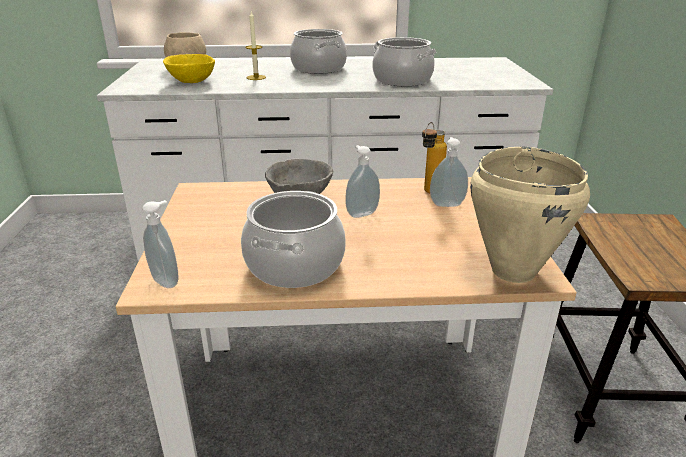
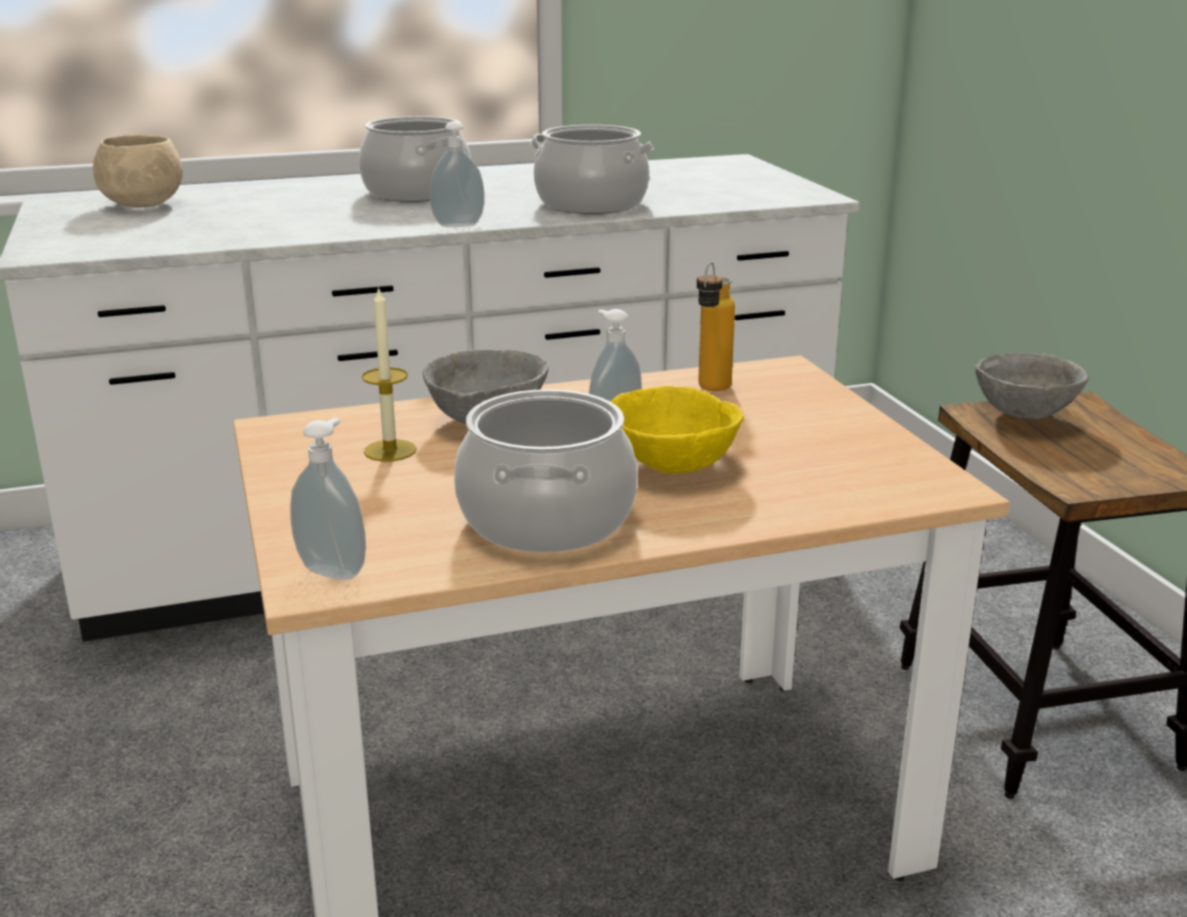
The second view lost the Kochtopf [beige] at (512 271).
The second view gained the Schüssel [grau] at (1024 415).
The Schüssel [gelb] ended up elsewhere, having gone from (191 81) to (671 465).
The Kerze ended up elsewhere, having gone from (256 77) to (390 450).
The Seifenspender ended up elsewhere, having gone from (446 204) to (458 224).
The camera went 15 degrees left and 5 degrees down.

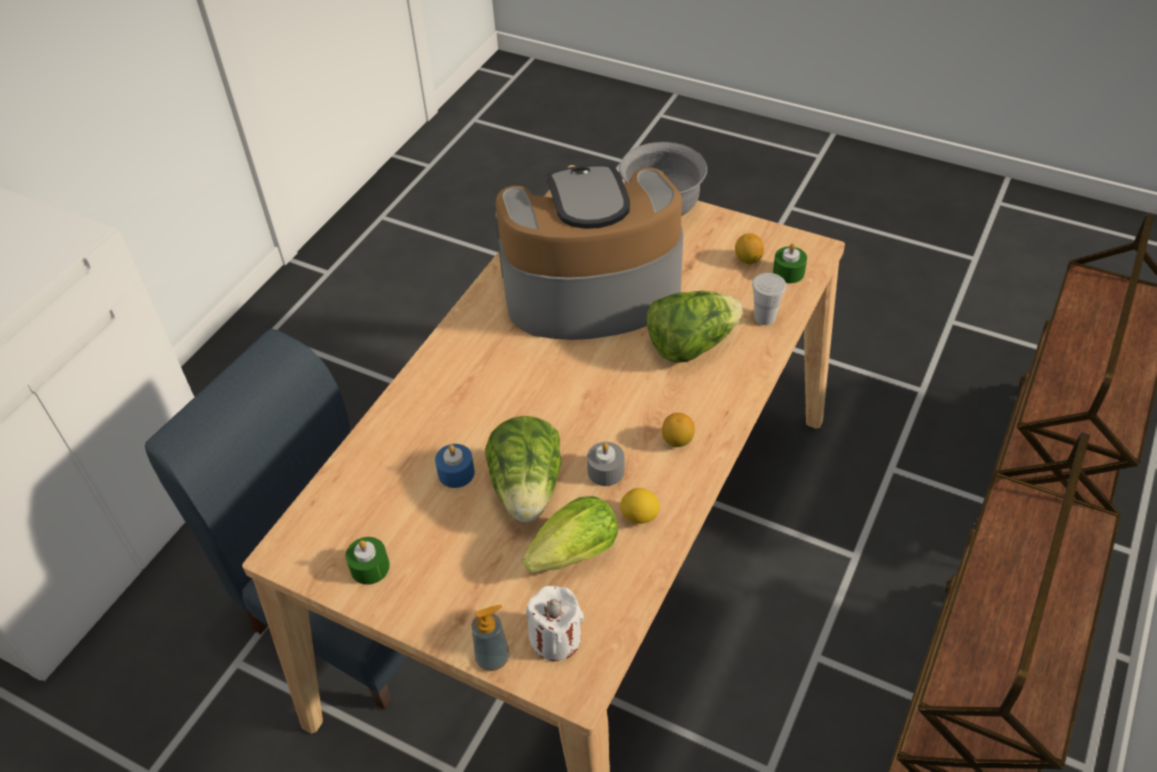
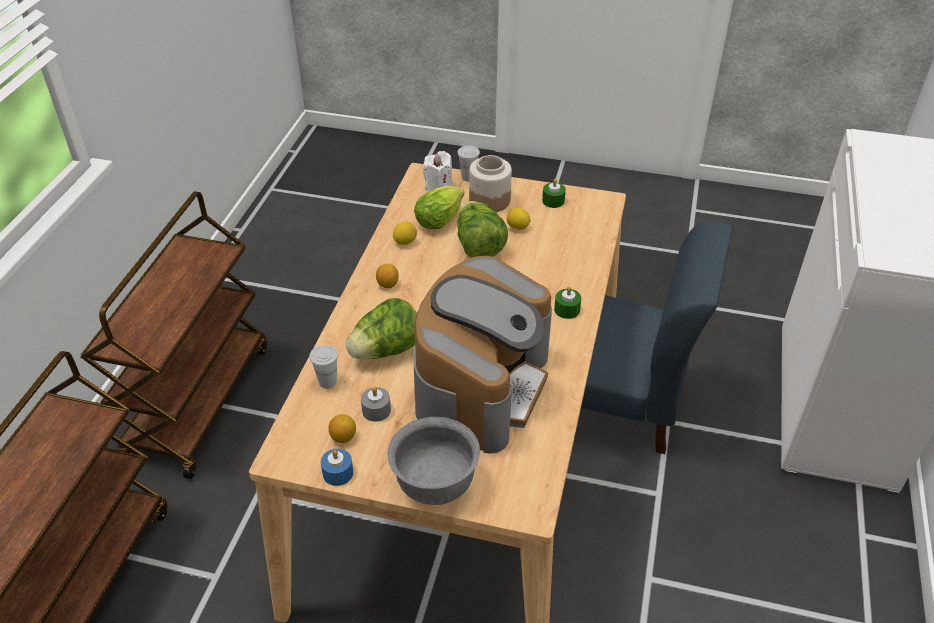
The second view gained the Vorratsglas at (489 200).
The second view gained the Zitrone at (517 227).
The Kerze [blau] ended up elsewhere, having gone from (456 473) to (338 473).
The Kerze [grau] ended up elsewhere, having gone from (606 471) to (376 410).
The Kerze [grün] ended up elsewhere, having gone from (788 272) to (567 310).
Where the Seifenspender stood at (492 658), the Tasse [weiß] came to stand at (468 177).
The Kaffeemaschine at (590 290) ended up facing another way, 45 degrees counterclockwise from before.
The camera went 165 degrees right and 5 degrees down.

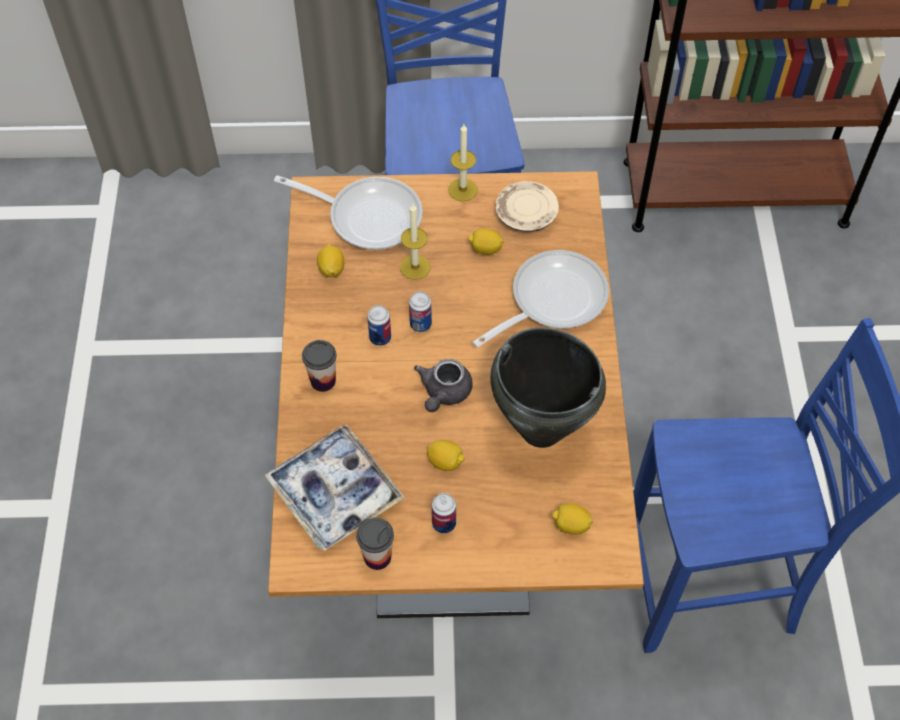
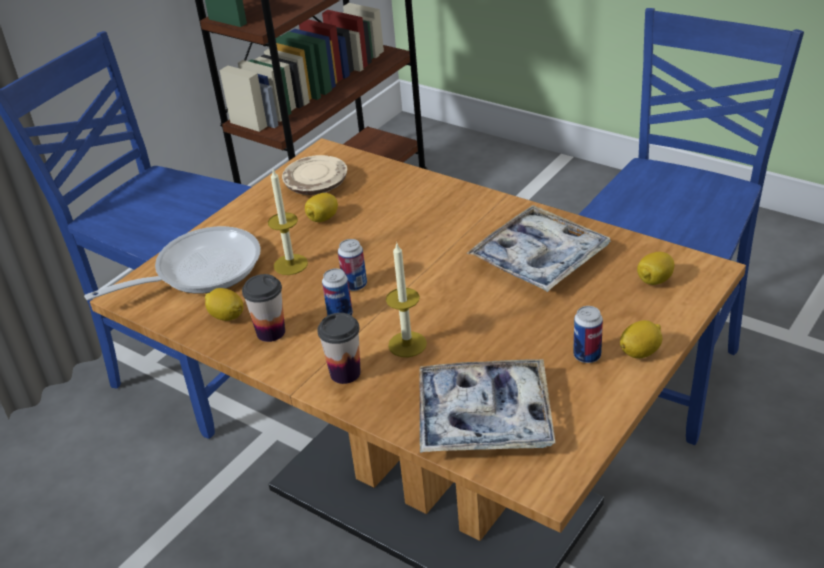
The second view lost the Teekanne [grau] at (443 393).
The second view lost the Pfanne at (551 300).
The Tasse ended up elsewhere, having gone from (377 557) to (271 332).
The Zitrone ended up elsewhere, having gone from (445 462) to (640 352).
The Kerze ended up elsewhere, having gone from (463 190) to (407 344).
Where the Kochtopf [schwarz] stood at (541 428), the Tablett came to stand at (539 259).
The camera went 50 degrees left and 20 degrees down.

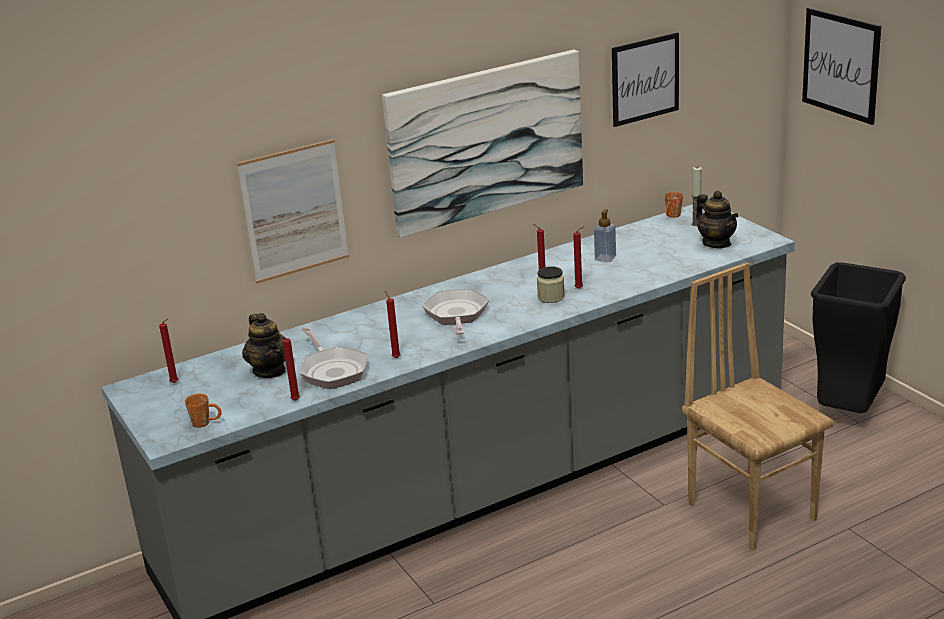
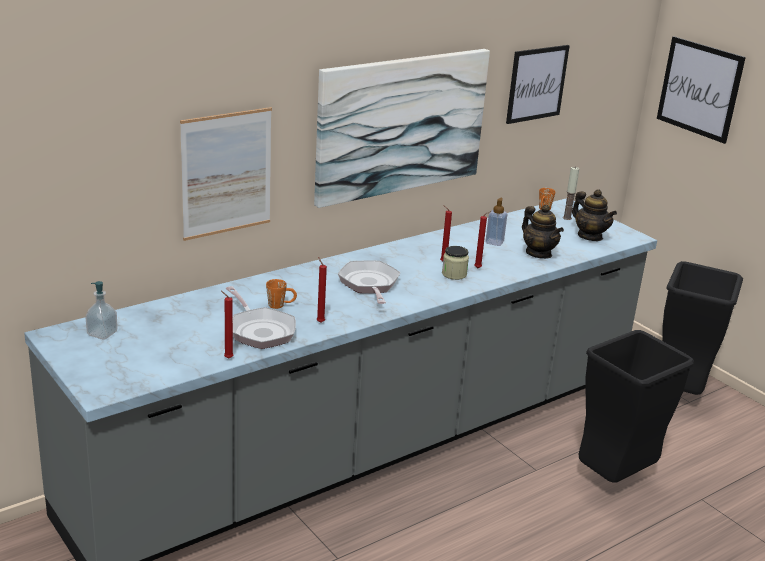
The Henkelbecher [orange] ended up elsewhere, having gone from (206 423) to (281 305).
The Teekanne ended up elsewhere, having gone from (270 371) to (538 253).
Where the Kerze [rot] stood at (175 383), the Seifenspender came to stand at (102 333).
Where the Stuhl [braun] stood at (752 510), the Mülleimer [schwarz] came to stand at (615 478).
The camera went 10 degrees left and 0 degrees up.

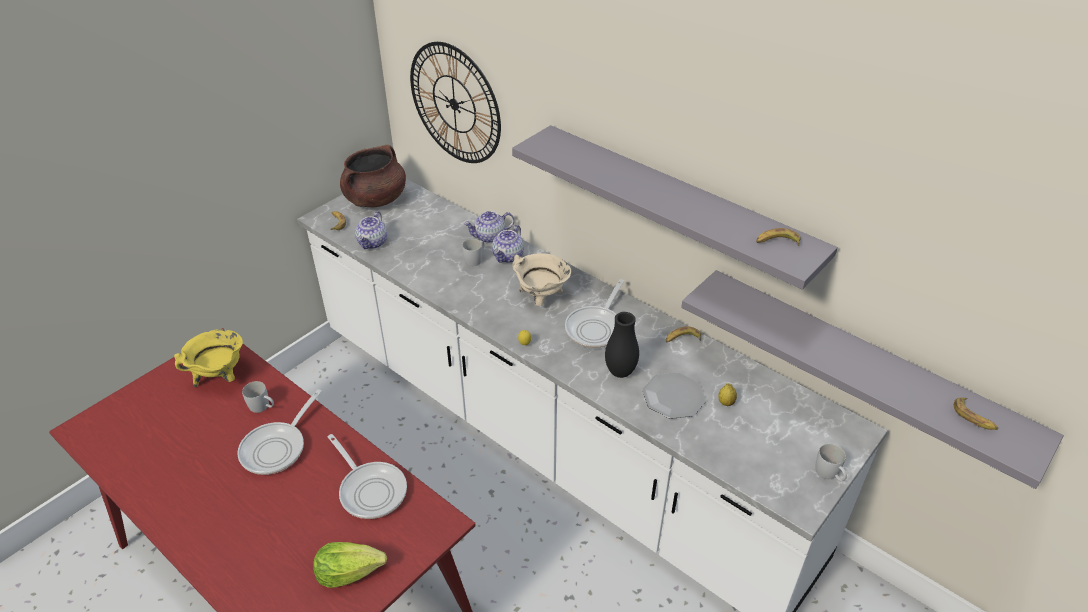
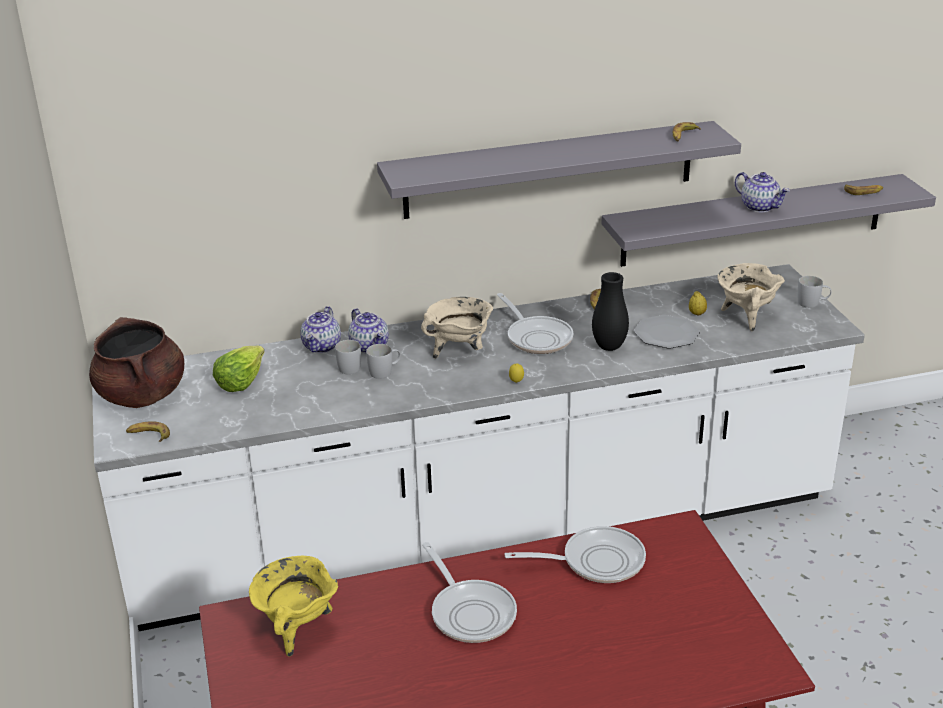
The second view lost the Wanduhr at (454 104).
The second view gained the Kochtopf [beige] at (746 317).
The Henkelbecher [weiß] ended up elsewhere, having gone from (263 407) to (385 371).
The Salatkopf ended up elsewhere, having gone from (349 572) to (240 381).
The Teekanne ended up elsewhere, having gone from (373 243) to (760 207).
The camera went 55 degrees left and 10 degrees down.

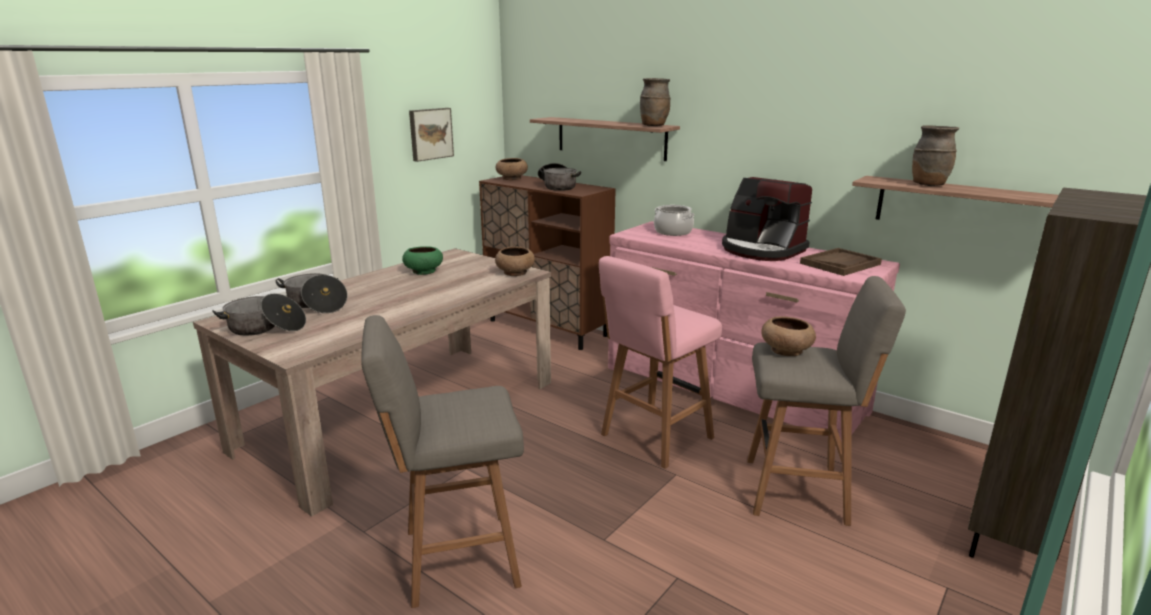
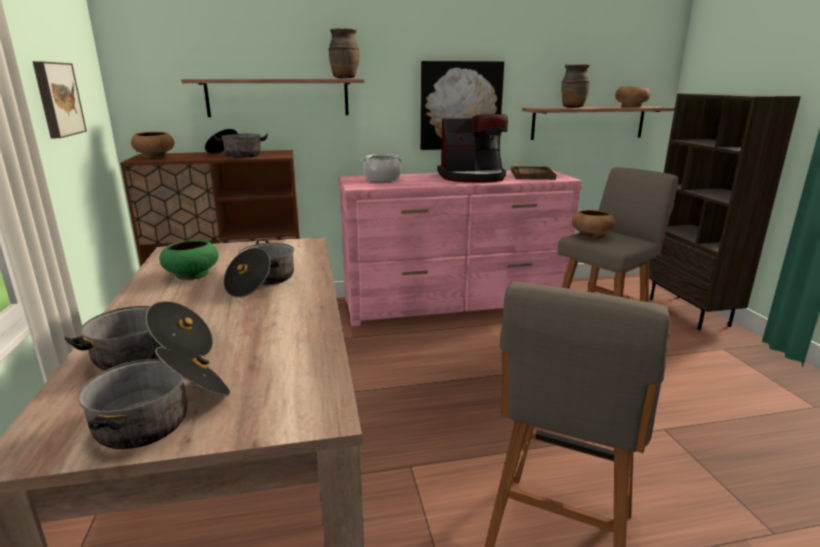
The second view lost the Hocker [rosa] at (654 438).
The second view gained the Kochtopf at (261 282).
The second view gained the Bild at (460 106).
The Schüssel [braun] ended up elsewhere, having gone from (515 273) to (631 107).
The camera went 50 degrees left and 0 degrees up.

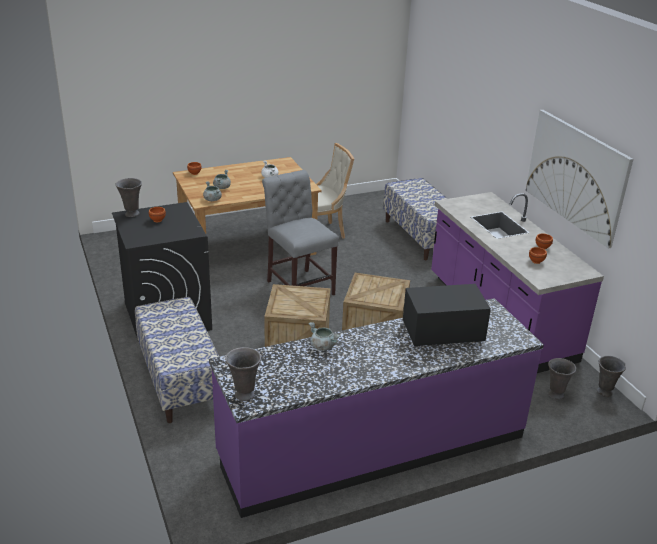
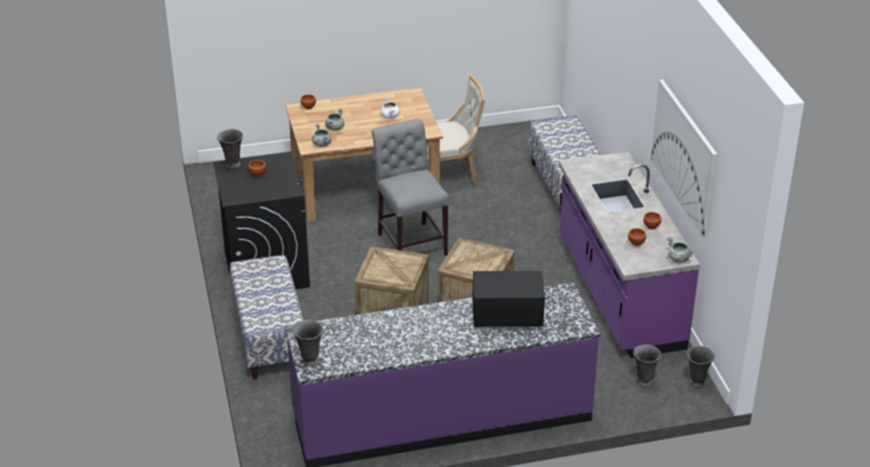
The Kochtopf [grau] ended up elsewhere, having gone from (322 346) to (678 259).
The camera went 10 degrees right and 5 degrees up.

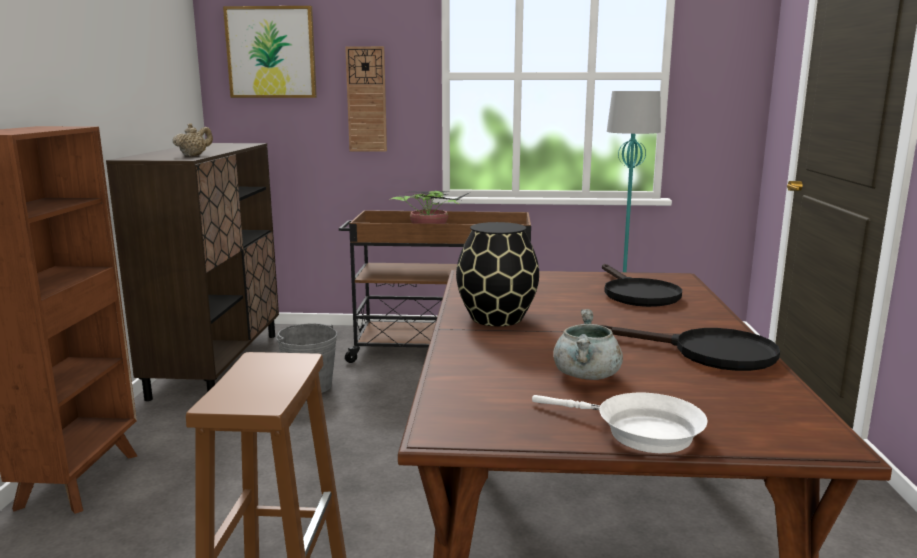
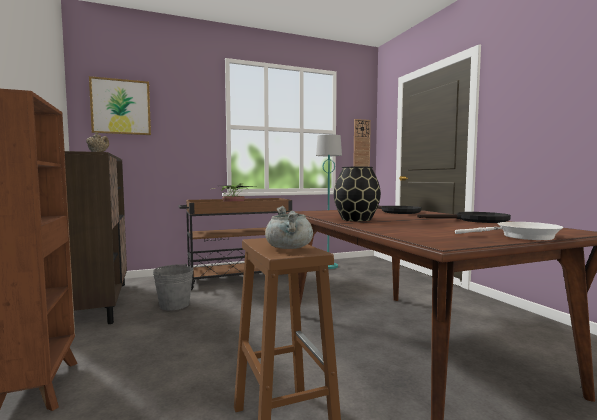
The Wanduhr ended up elsewhere, having gone from (366 99) to (361 144).
The Kochtopf [grau] ended up elsewhere, having gone from (586 376) to (289 248).
The camera went 25 degrees left and 10 degrees down.

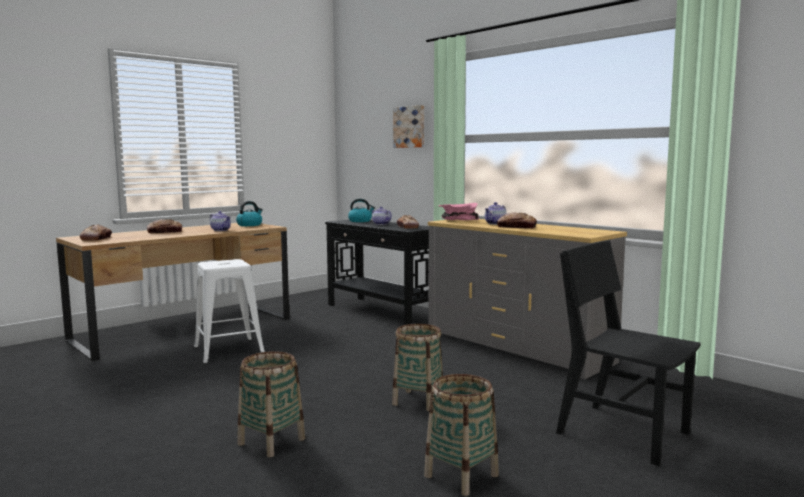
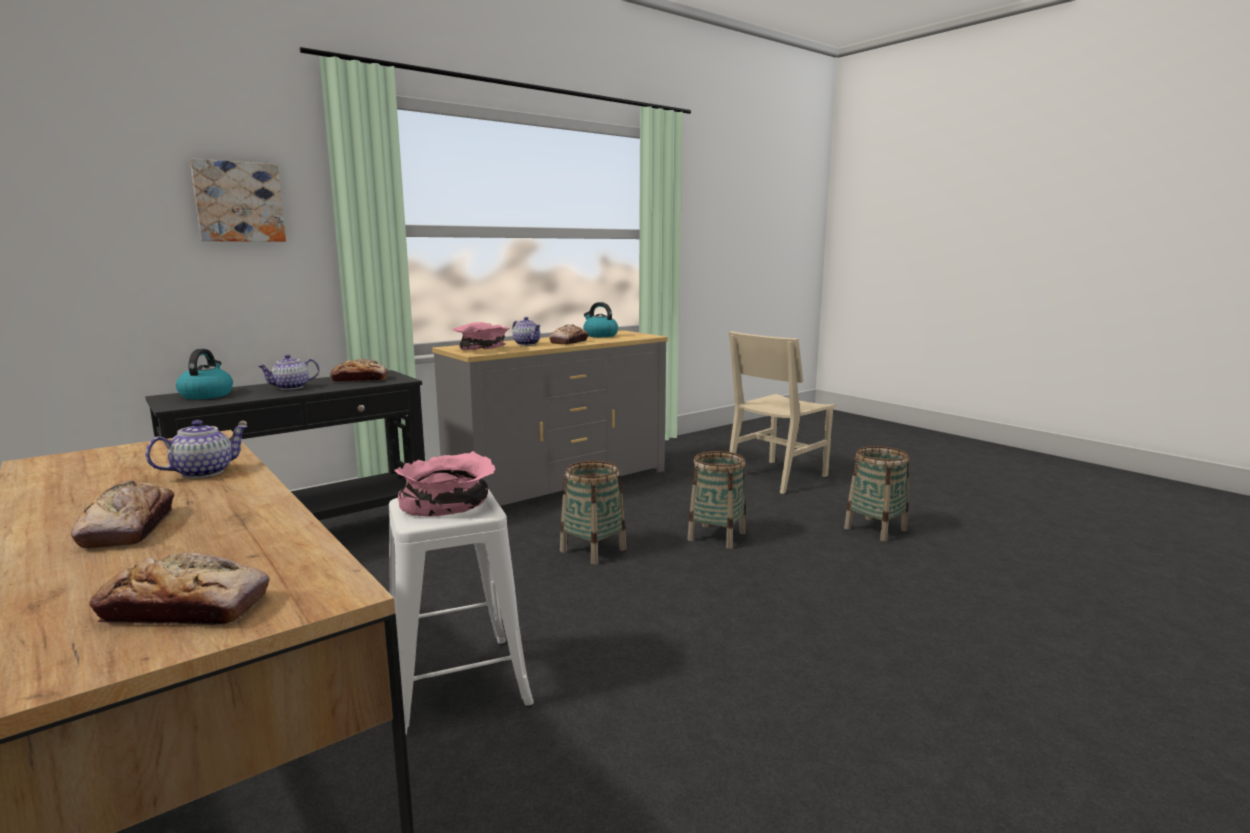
The second view gained the Schüssel [rosa] at (449 504).
The Wasserkessel ended up elsewhere, having gone from (249 225) to (600 335).
The Korb ended up elsewhere, having gone from (271 441) to (593 550).
What was the Stuhl [schwarz] at (622 433) turned into the Stuhl [beige] at (776 476).
The camera went 85 degrees left and 5 degrees up.

